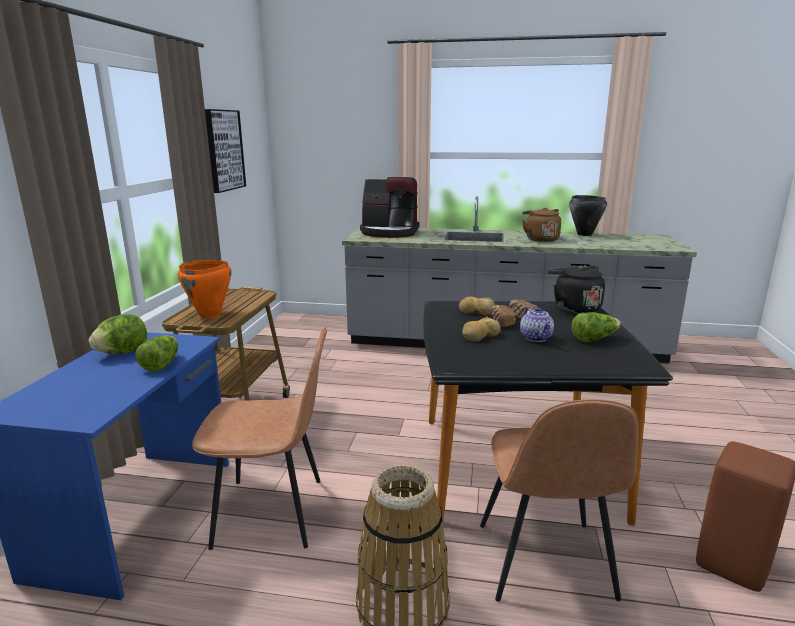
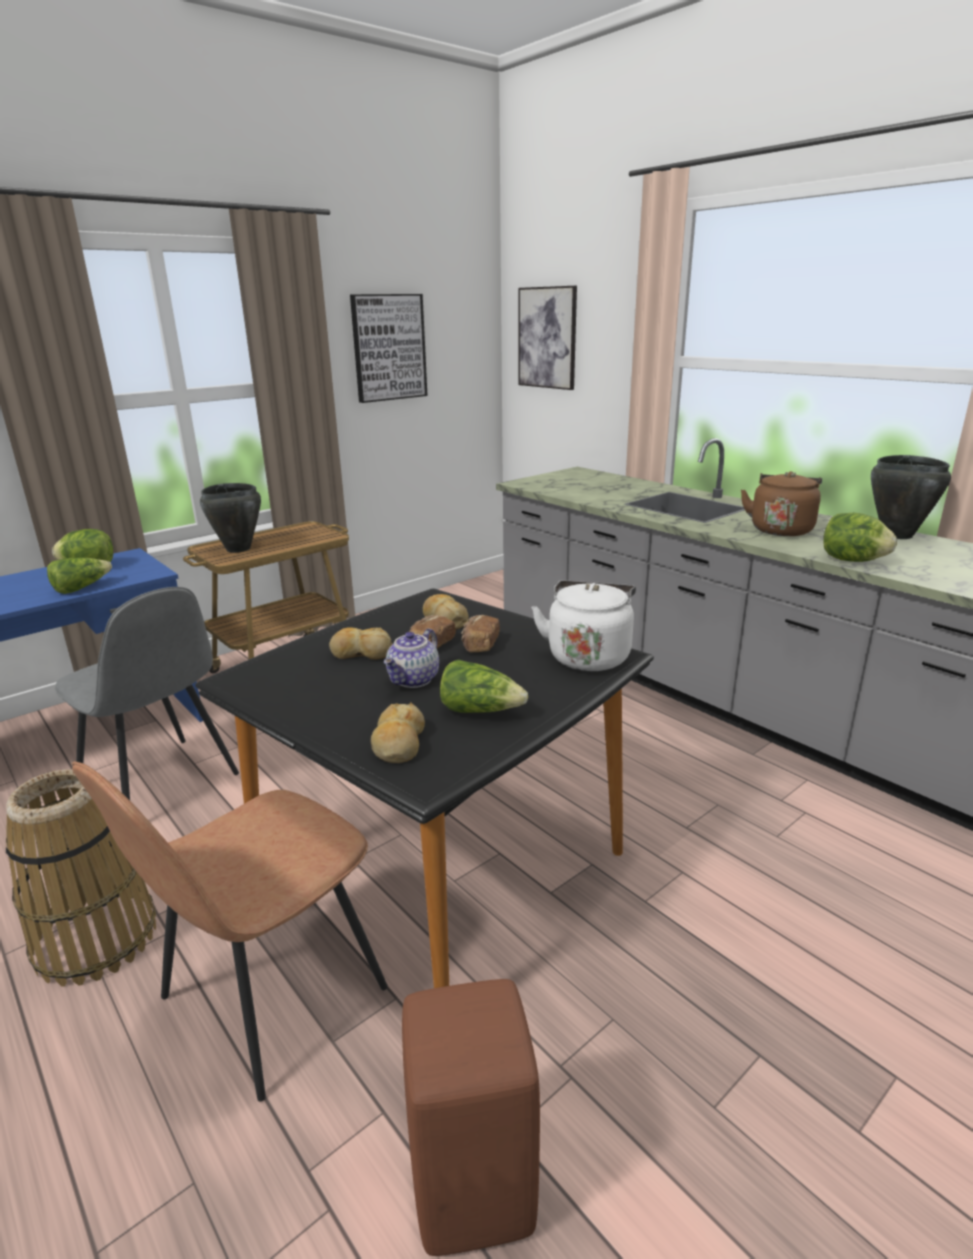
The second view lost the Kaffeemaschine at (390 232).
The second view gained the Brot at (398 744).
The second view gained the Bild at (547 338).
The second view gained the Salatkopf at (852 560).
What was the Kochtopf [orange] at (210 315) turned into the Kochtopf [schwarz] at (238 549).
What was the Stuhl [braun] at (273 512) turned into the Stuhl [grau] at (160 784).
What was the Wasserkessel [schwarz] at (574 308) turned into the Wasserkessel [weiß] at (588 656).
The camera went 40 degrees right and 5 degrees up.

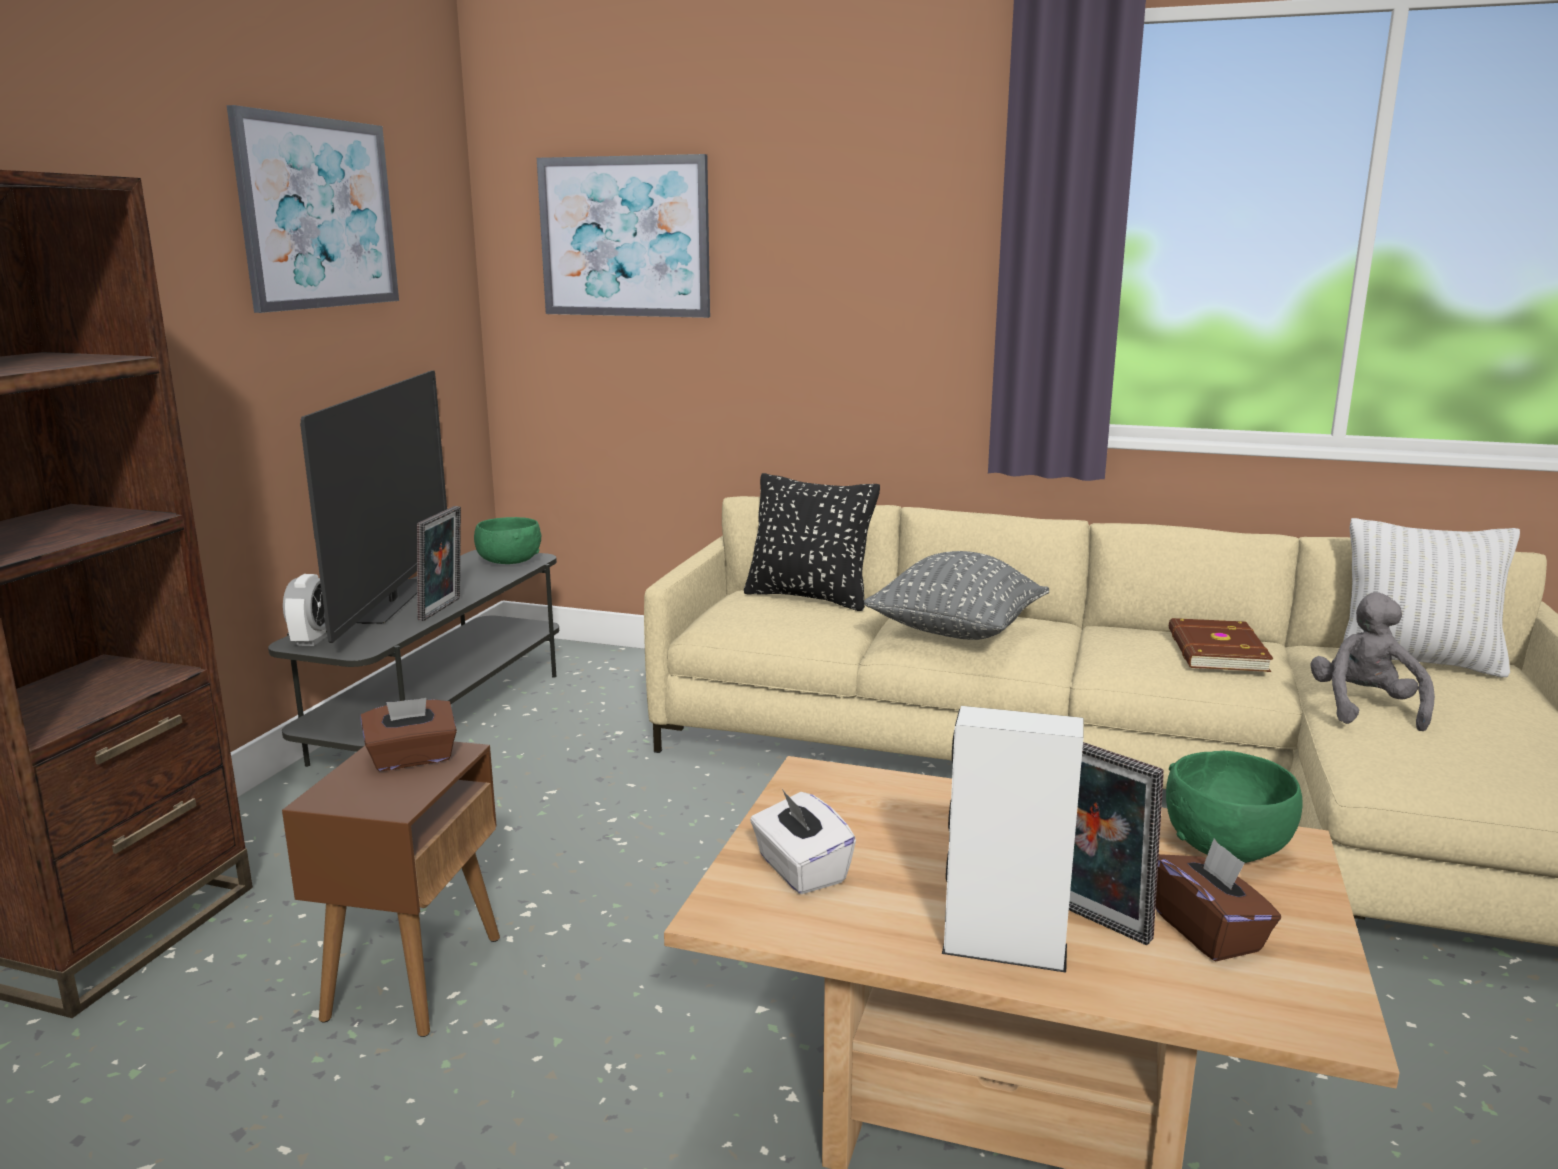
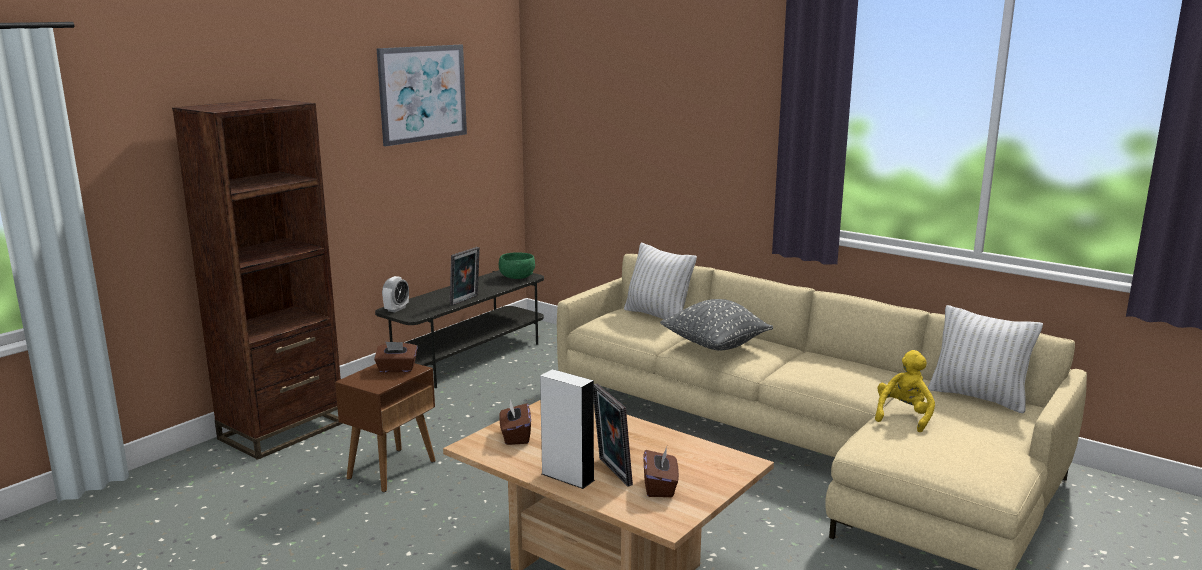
The second view lost the Fernseher at (395 602).
The second view lost the Bild at (624 237).
The second view lost the Schüssel [grün] at (1227 846).
The second view lost the Buch [braun] at (1215 651).
What was the Kissen [schwarz] at (809 598) turned into the Kissen [weiß] at (658 316).
What was the Taschentuchbox [weiß] at (800 870) turned into the Taschentuchbox [braun] at (515 436).
What was the Plüschtier [grau] at (1364 708) turned into the Plüschtier [gelb] at (903 416).
The camera went 20 degrees right and 0 degrees up.

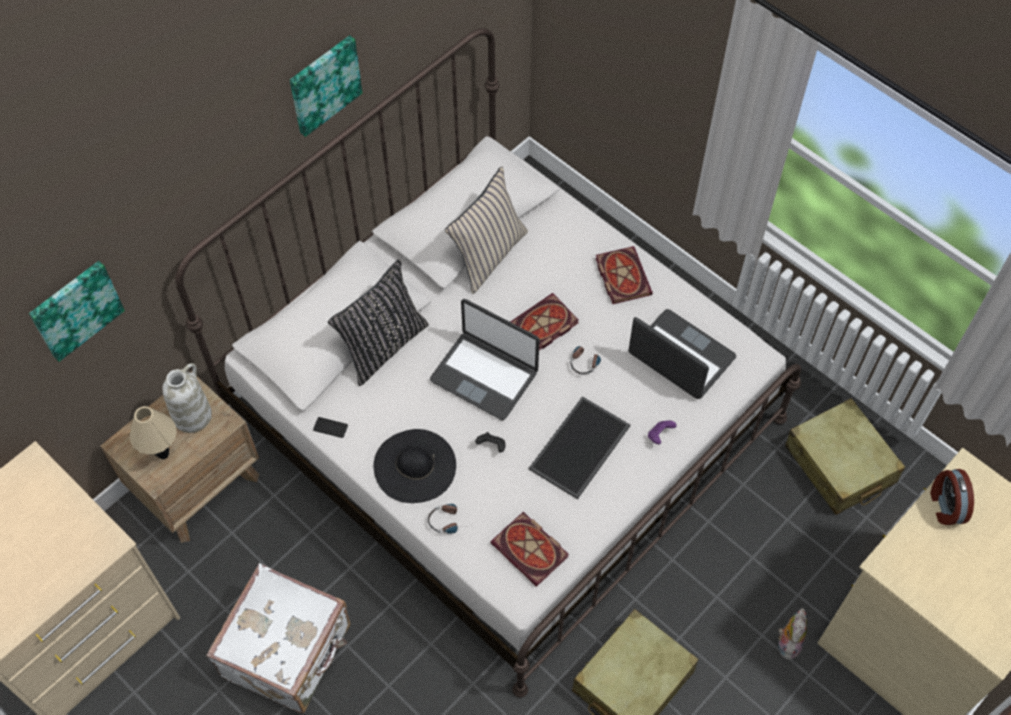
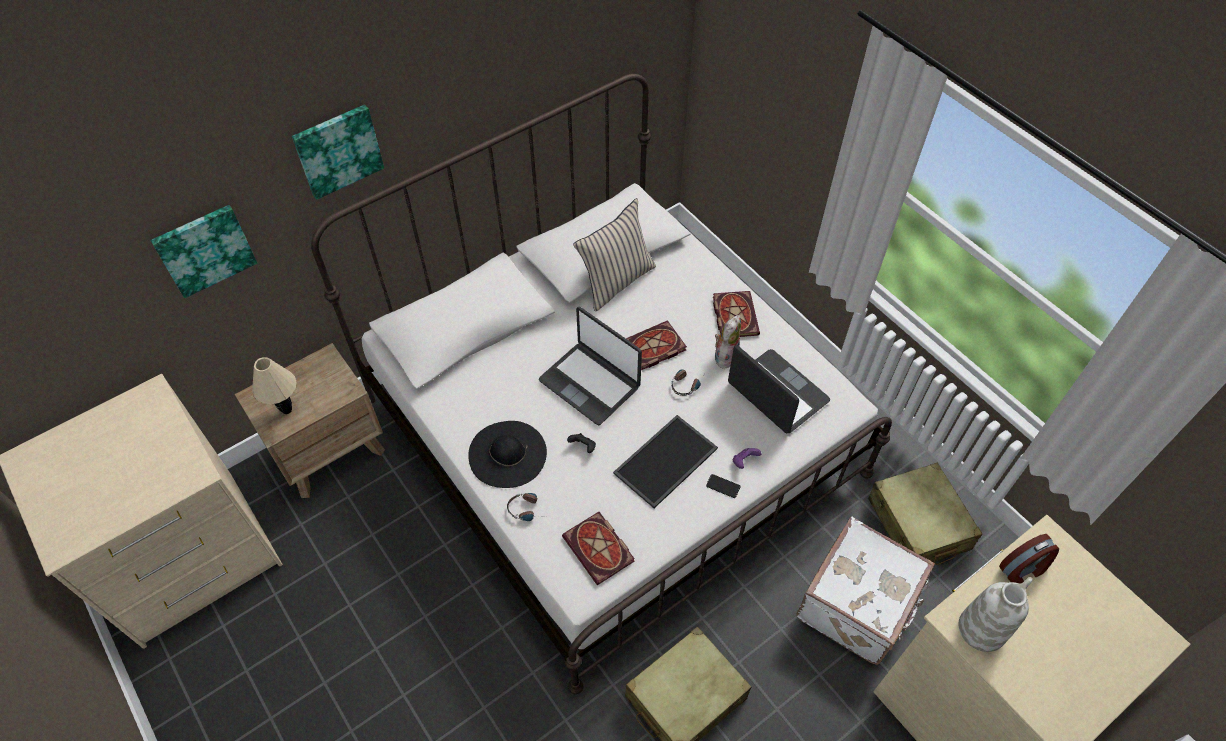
The second view lost the Kissen [schwarz] at (383 346).
The Vase [weiß] ended up elsewhere, having gone from (192 415) to (982 628).
The Koffer [weiß] ended up elsewhere, having gone from (289 651) to (858 605).
The Bild ended up elsewhere, having gone from (324 84) to (338 150).
The Handy ended up elsewhere, having gone from (330 427) to (723 486).
The Plüschtier ended up elsewhere, having gone from (787 642) to (725 355).
The Wecker at (945 506) ended up facing another way, 120 degrees counterclockwise from before.
The camera went 10 degrees right and 5 degrees down.

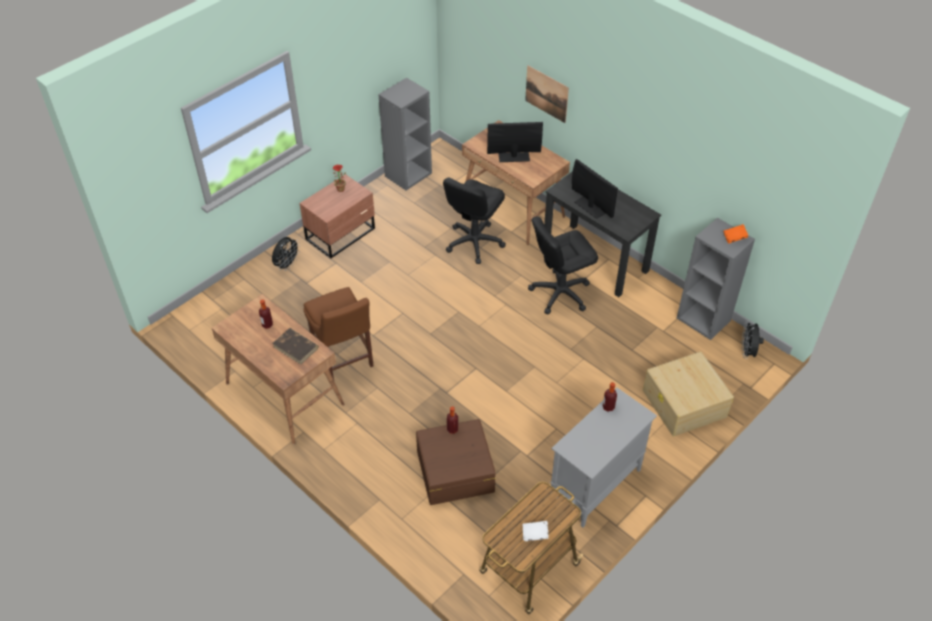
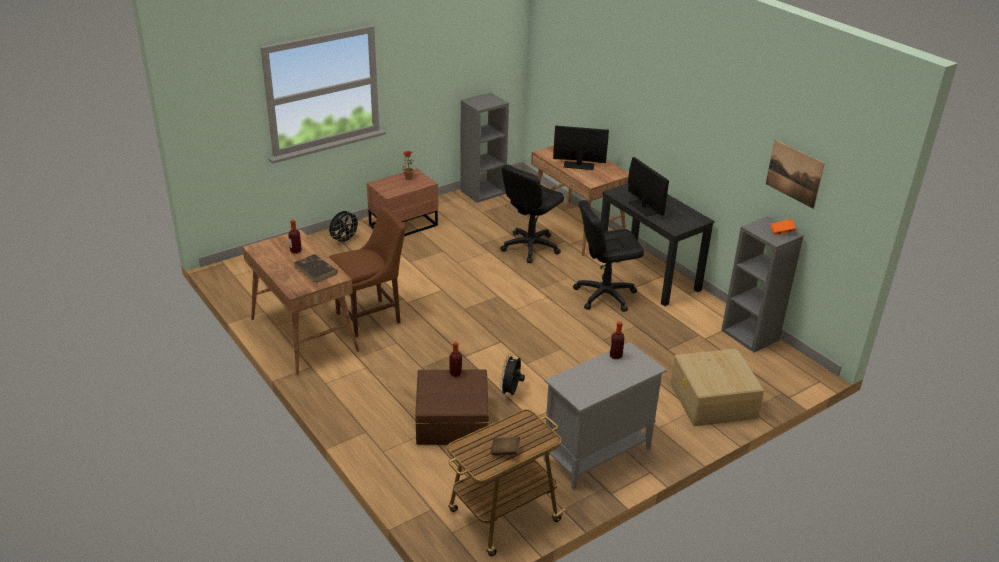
The Bild ended up elsewhere, having gone from (546 94) to (794 173).
The Ventilator [schwarz] ended up elsewhere, having gone from (747 352) to (511 392).
What was the Buch [weiß] at (535 534) turned into the Buch [braun] at (505 451).
The Stuhl [braun] at (344 360) ended up facing another way, 105 degrees counterclockwise from before.
The camera went 10 degrees right and 15 degrees down.

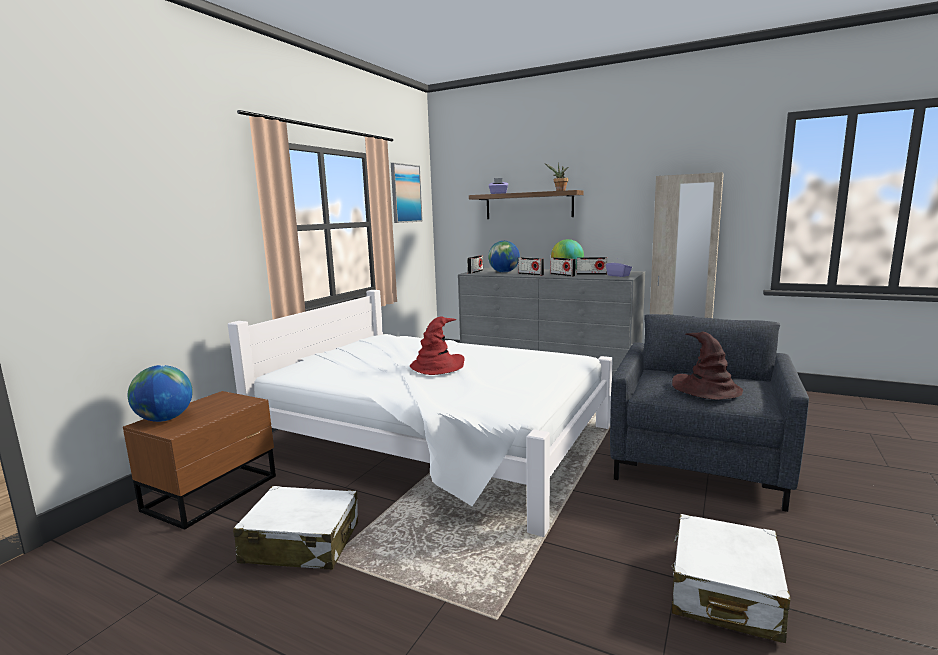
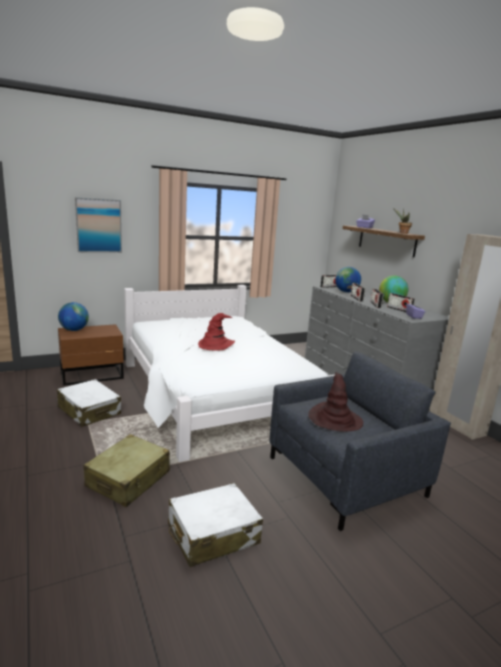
The second view gained the Koffer [beige] at (129 479).
The Bild ended up elsewhere, having gone from (405 193) to (99 225).
The camera went 35 degrees right and 5 degrees up.

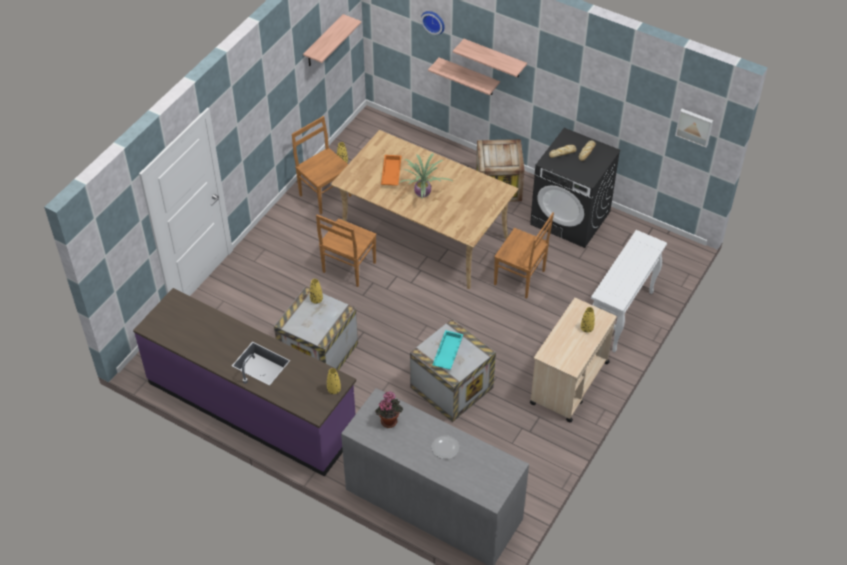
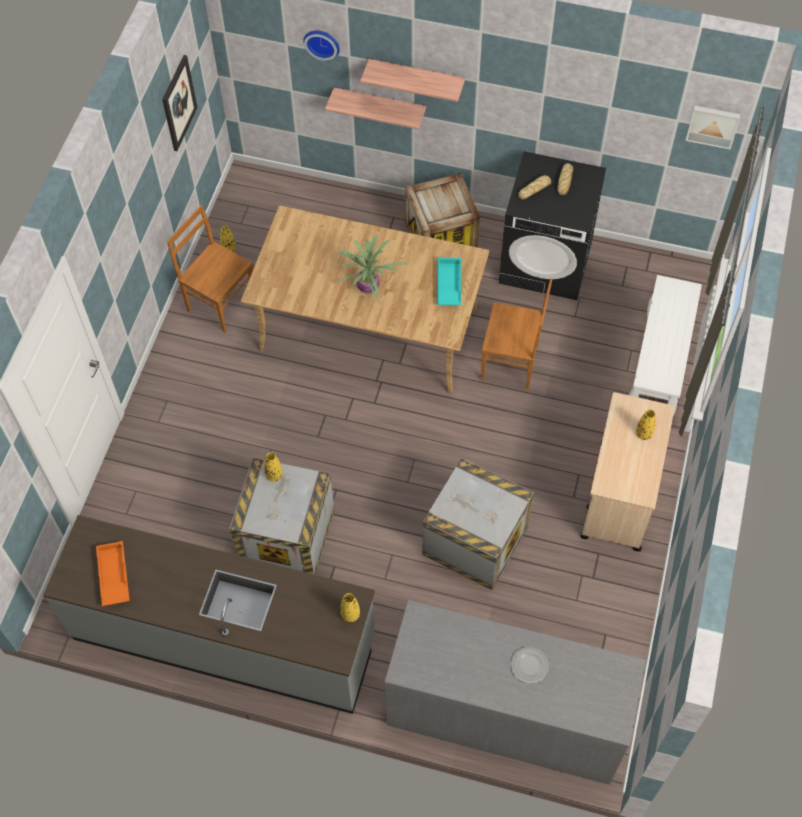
The second view lost the Stuhl [braun] at (348 268).
The second view lost the Topfpflanze at (389 420).
The Tablett [orange] ended up elsewhere, having gone from (390 173) to (113 576).
The Tablett [türkis] ended up elsewhere, having gone from (447 352) to (448 285).
Where the Wandregal hung at (323 42), the Bild came to hang at (178 103).
What was the Küchenzeile [lila] at (252 407) turned into the Küchenzeile [grau] at (224 638).
The camera went 15 degrees left and 10 degrees up.

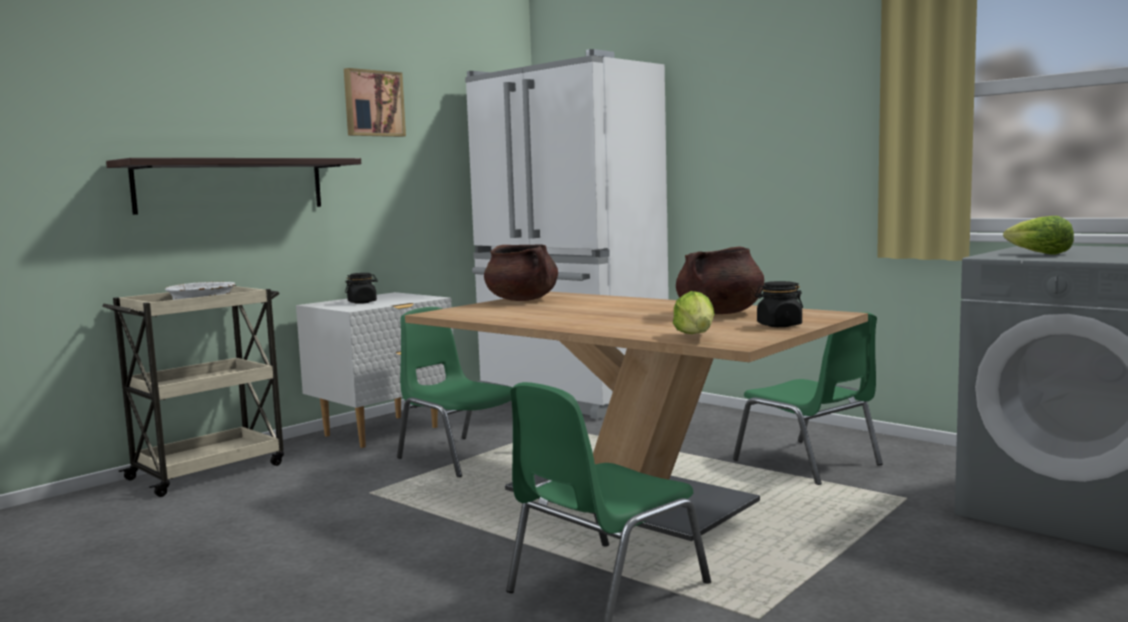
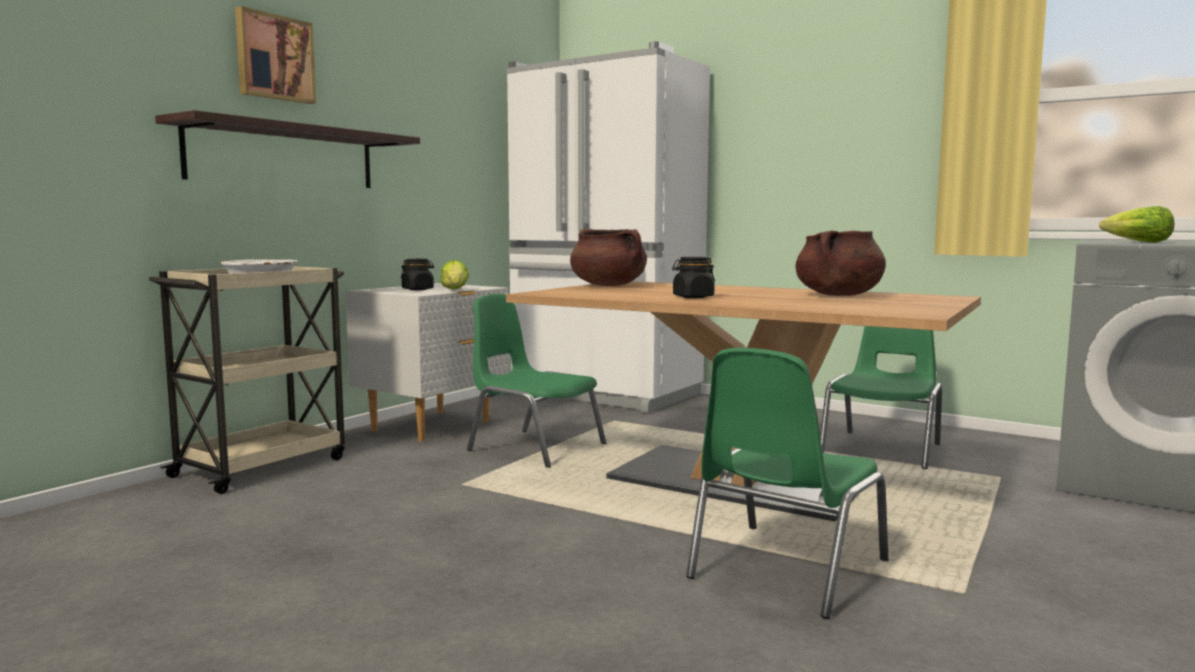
The Bild ended up elsewhere, having gone from (373 103) to (274 58).
The Salatkopf ended up elsewhere, having gone from (696 336) to (455 290).
The Vorratsglas [schwarz] ended up elsewhere, having gone from (779 325) to (693 297).
The Stuhl [grün] at (809 463) ended up facing another way, 105 degrees counterclockwise from before.
The camera went 10 degrees left and 0 degrees up.

